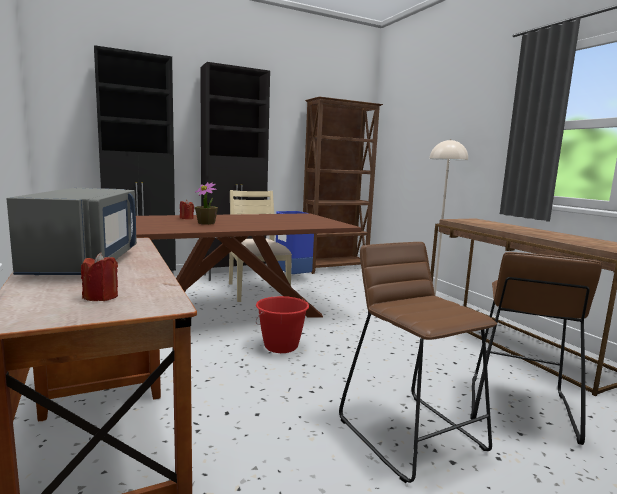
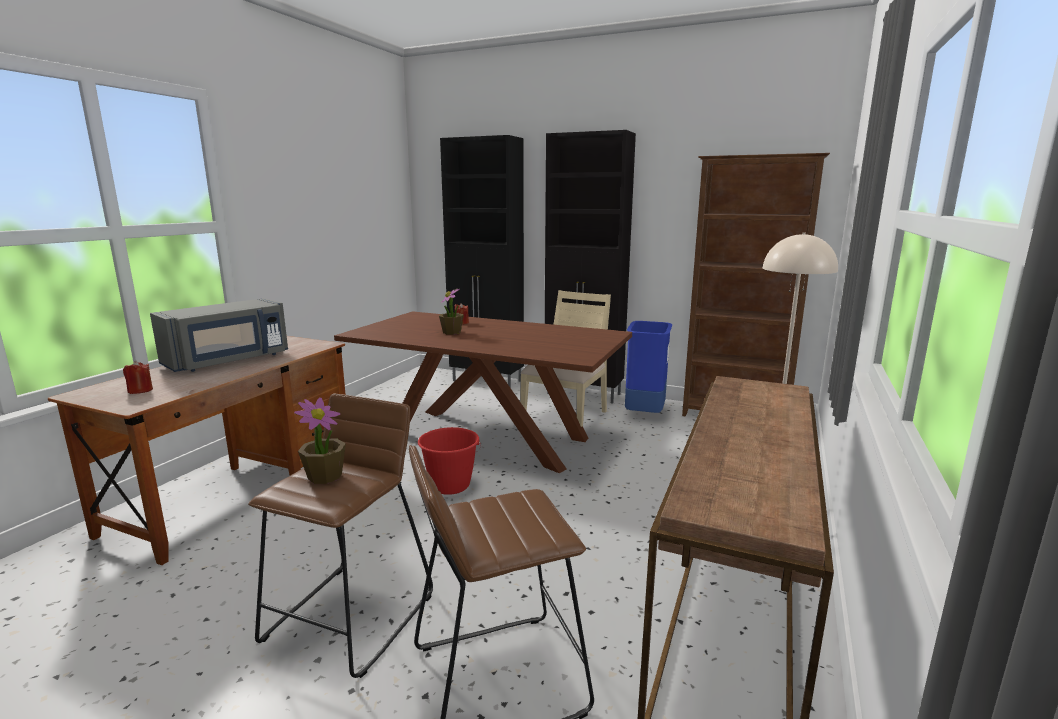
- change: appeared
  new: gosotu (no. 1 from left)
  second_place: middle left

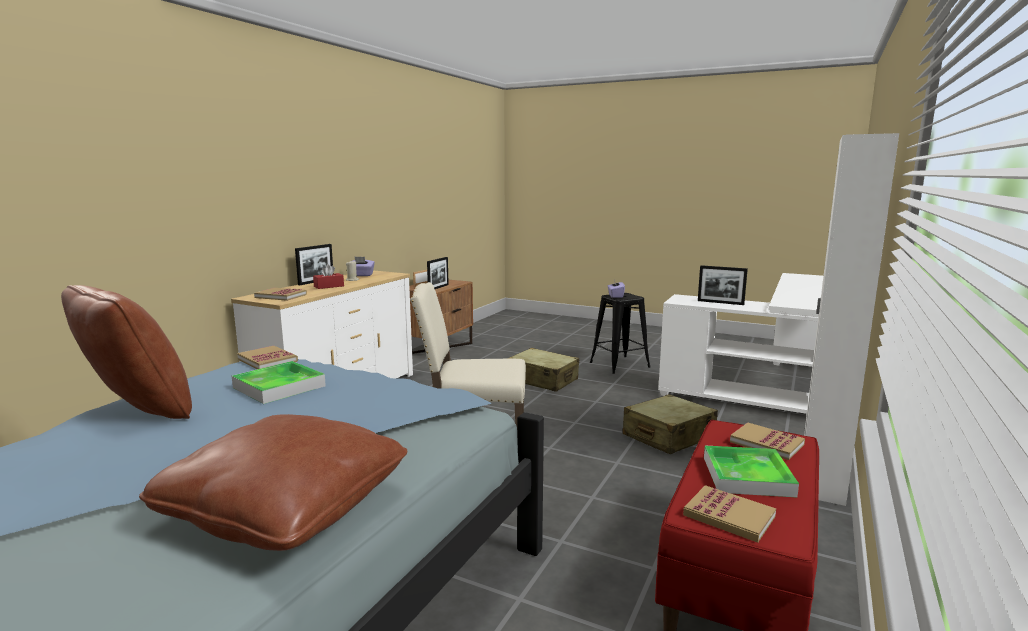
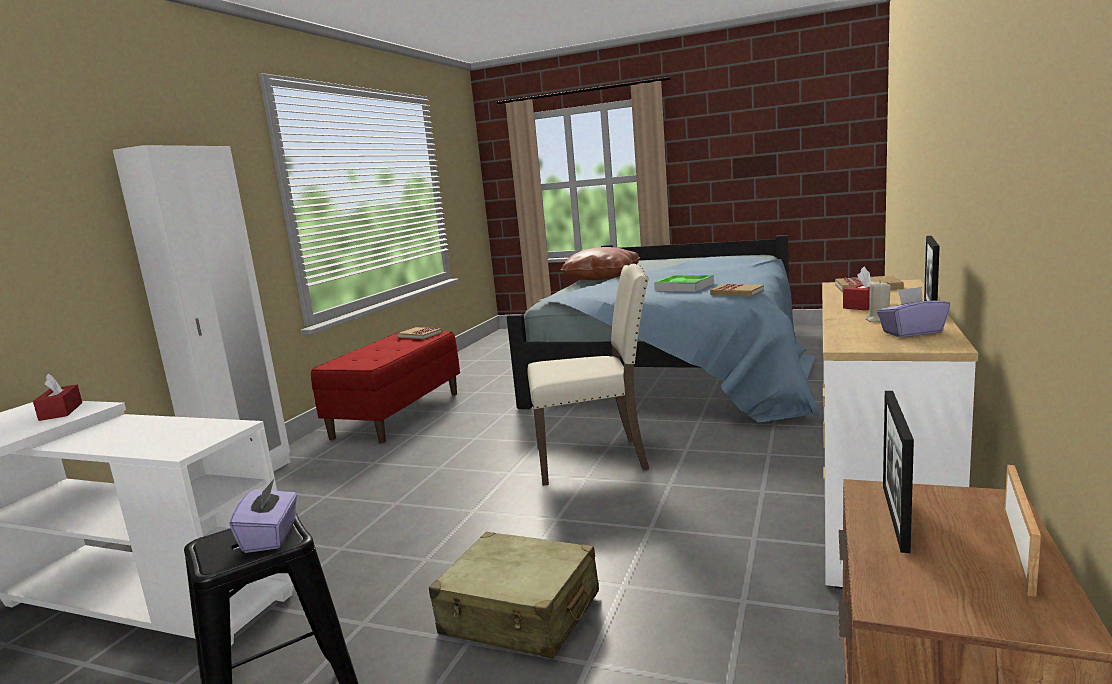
- change: missing
  old: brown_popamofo (no. 1 from left)
  first_place: middle left
- change: missing
  old: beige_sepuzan (no. 2 from left)
  first_place: bottom centre
- change: missing
  old: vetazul (no. 4 from left)
  first_place: middle right
- change: missing
  old: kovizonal (no. 2 from left)
  first_place: bottom right
- change: missing
  old: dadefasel (no. 4 from left)
  first_place: bottom right
- change: appeared
  new: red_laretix (no. 1 from left)
  second_place: middle left

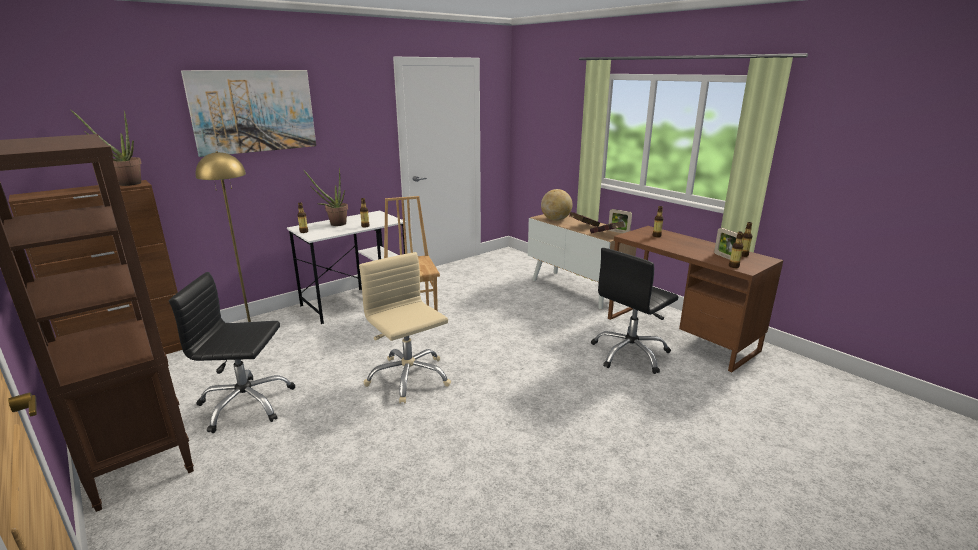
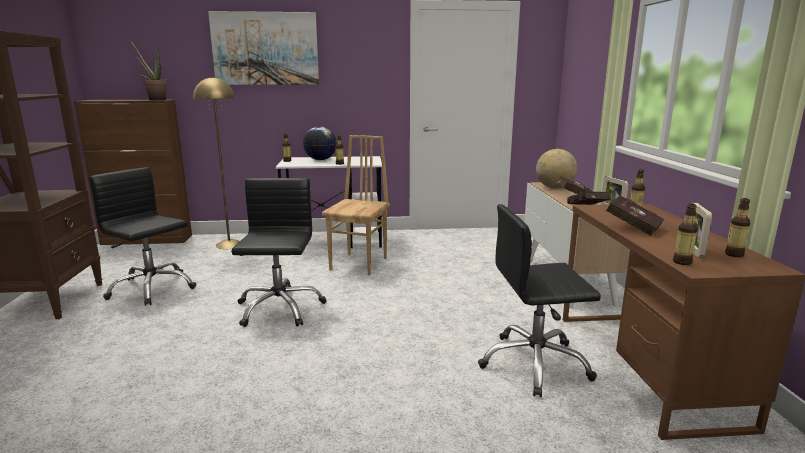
- change: exchanged
  old: gosotu (no. 2 from left)
  new: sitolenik (no. 1 from left)
  first_place: centre
  second_place: top centre
- change: colour
  old: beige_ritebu
  new: black_ritebu (no. 2 from left)
  first_place: centre
  second_place: centre
- change: appeared
  new: red_dadefasel (no. 3 from left)
  second_place: middle right

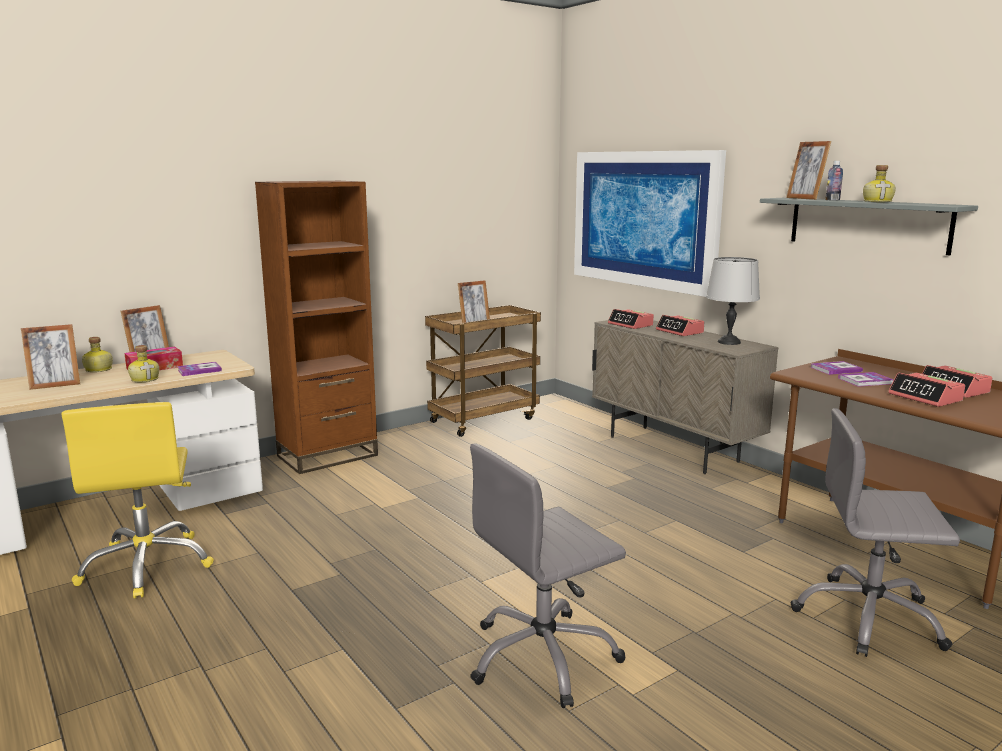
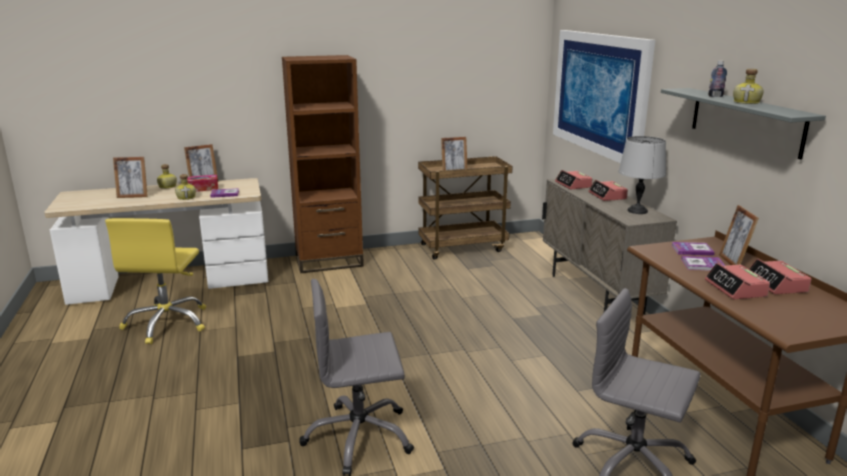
- change: relocated
  old: vetazul (no. 4 from left)
  first_place: top right
  second_place: middle right

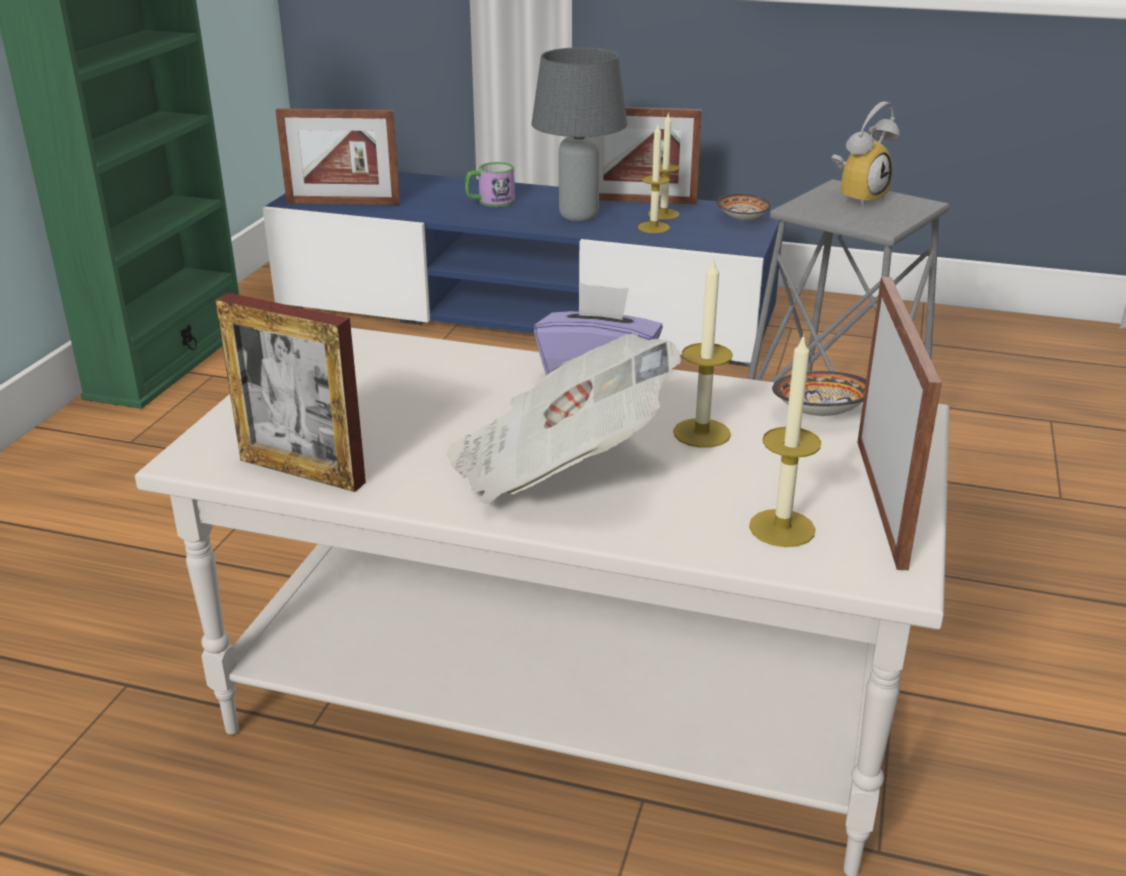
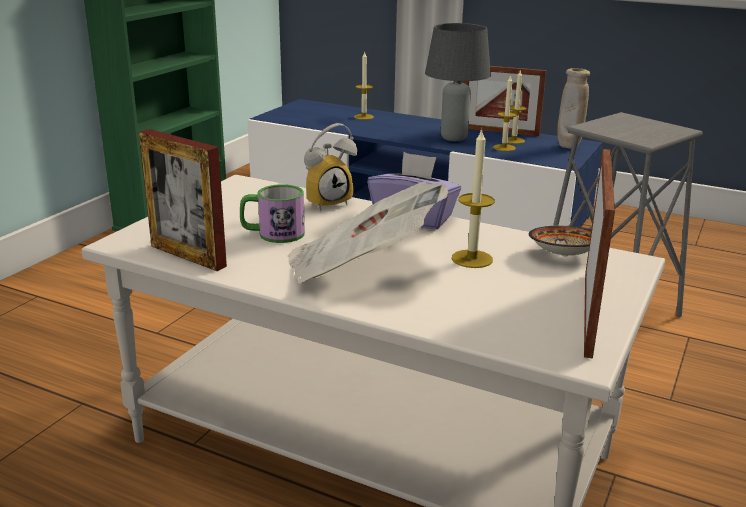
- change: missing
  old: vetazul (no. 2 from left)
  first_place: top left
- change: relocated
  old: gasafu
  first_place: top centre
  second_place: centre
- change: exchanged
  old: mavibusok (no. 1 from left)
  new: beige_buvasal
  first_place: top centre
  second_place: top right
- change: relocated
  old: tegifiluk (no. 4 from left in the first image)
  new: tegifiluk (no. 1 from left)
  first_place: middle right
  second_place: top centre
- change: relocated
  old: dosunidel
  first_place: top right
  second_place: top centre

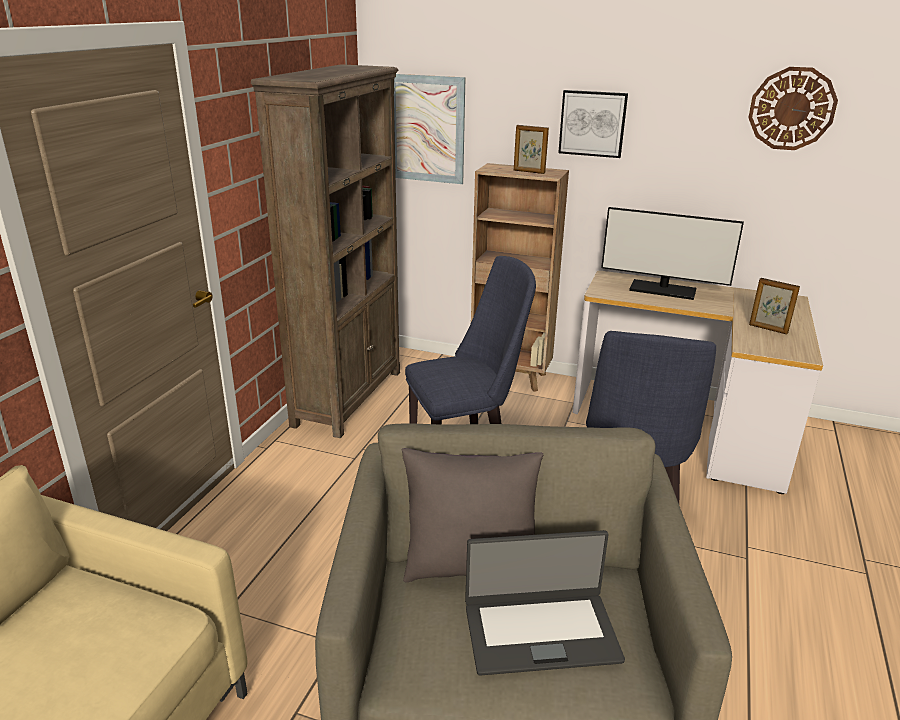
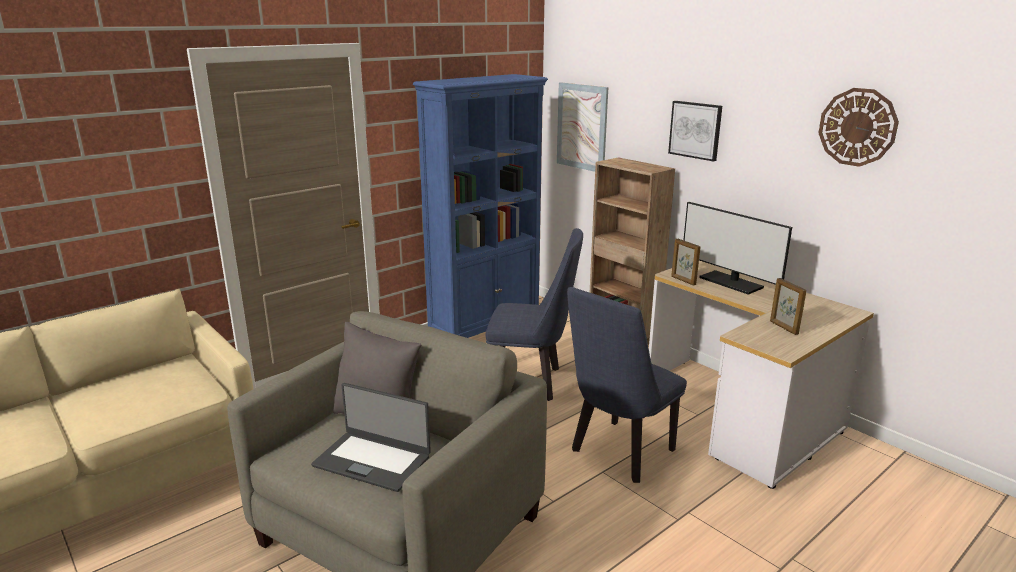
- change: colour
  old: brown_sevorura (no. 1 from left)
  new: blue_sevorura
  first_place: centre
  second_place: centre
- change: relocated
  old: vetazul (no. 1 from left)
  first_place: top centre
  second_place: middle right

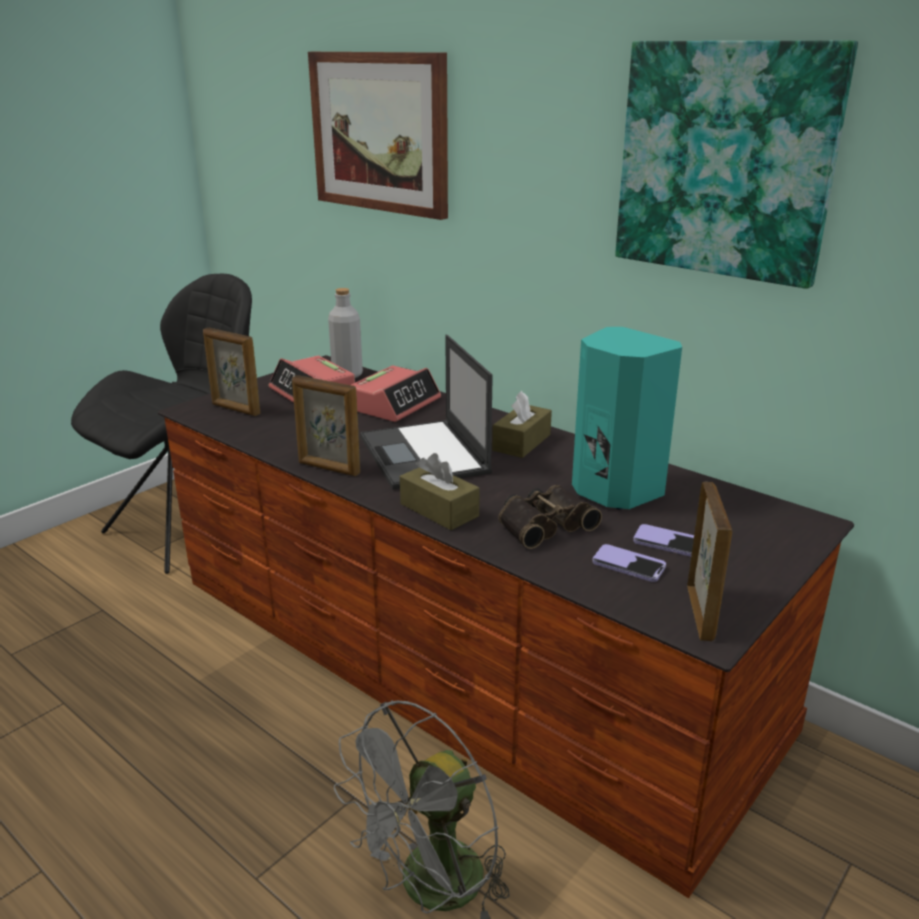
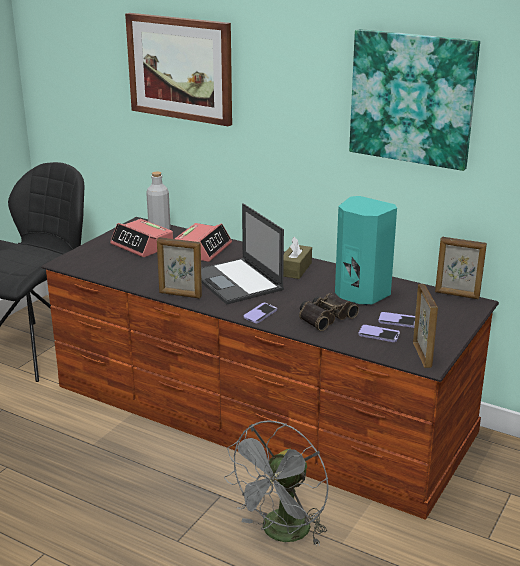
- change: relocated
  old: vetazul (no. 1 from left in the first image)
  new: vetazul (no. 3 from left)
  first_place: middle left
  second_place: middle right
- change: exchanged
  old: brown_laretix (no. 1 from left)
  new: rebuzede (no. 1 from left)
  first_place: centre
  second_place: centre

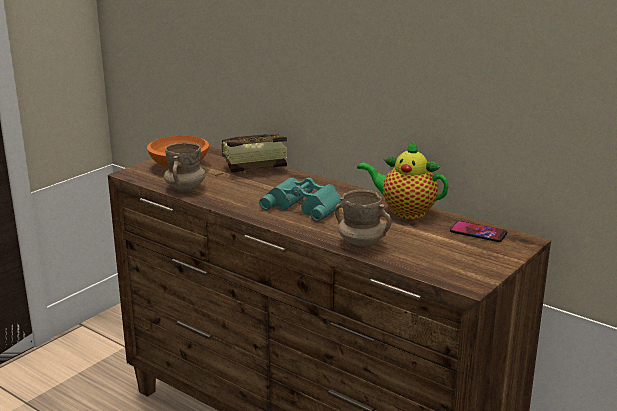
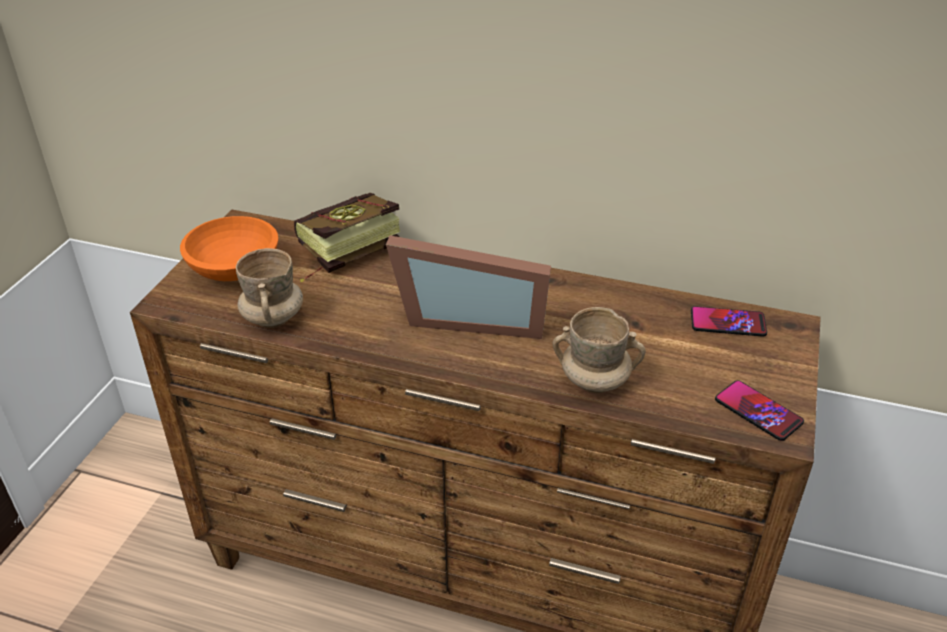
- change: exchanged
  old: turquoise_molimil
  new: vetazul
  first_place: centre
  second_place: centre
- change: missing
  old: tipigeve
  first_place: centre
- change: appeared
  new: rebuzede (no. 2 from left)
  second_place: middle right

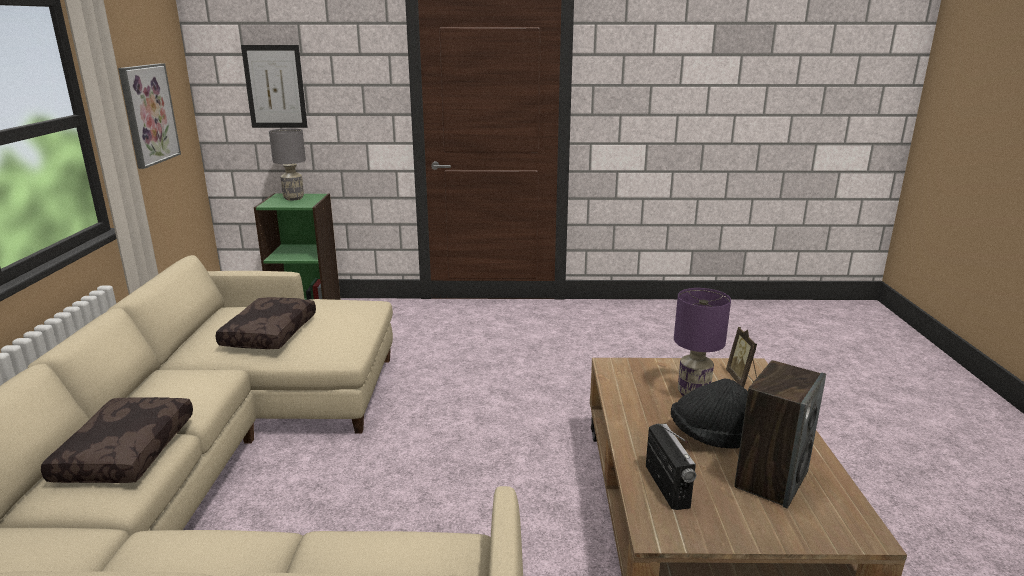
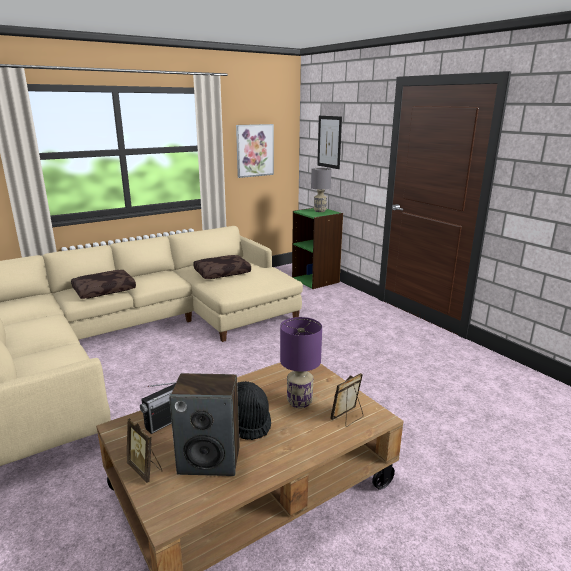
- change: appeared
  new: vetazul (no. 1 from left)
  second_place: bottom left

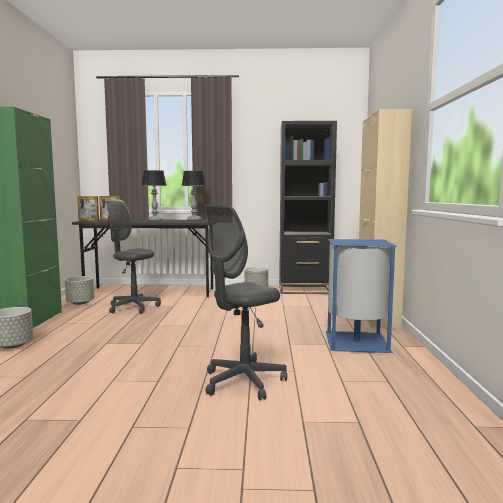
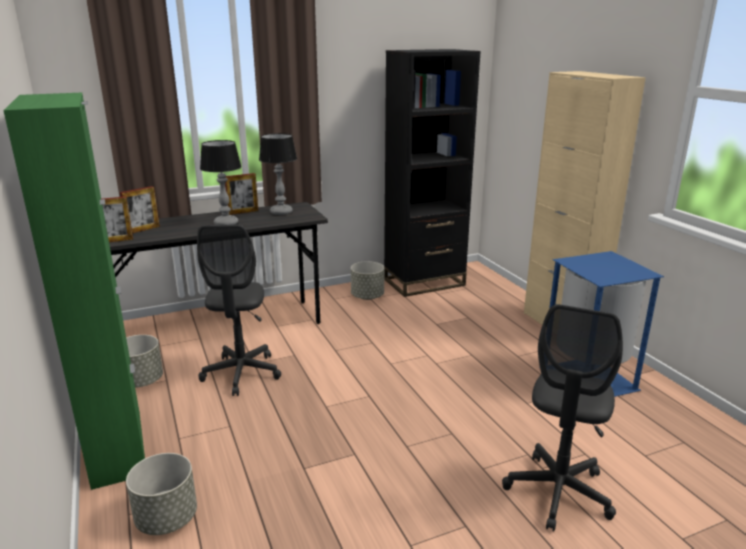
- change: spun
  old: grey_ritebu (no. 1 from left)
  first_place: middle left
  second_place: middle left
  degrees: -90
- change: appeared
  new: vetazul (no. 3 from left)
  second_place: middle left

